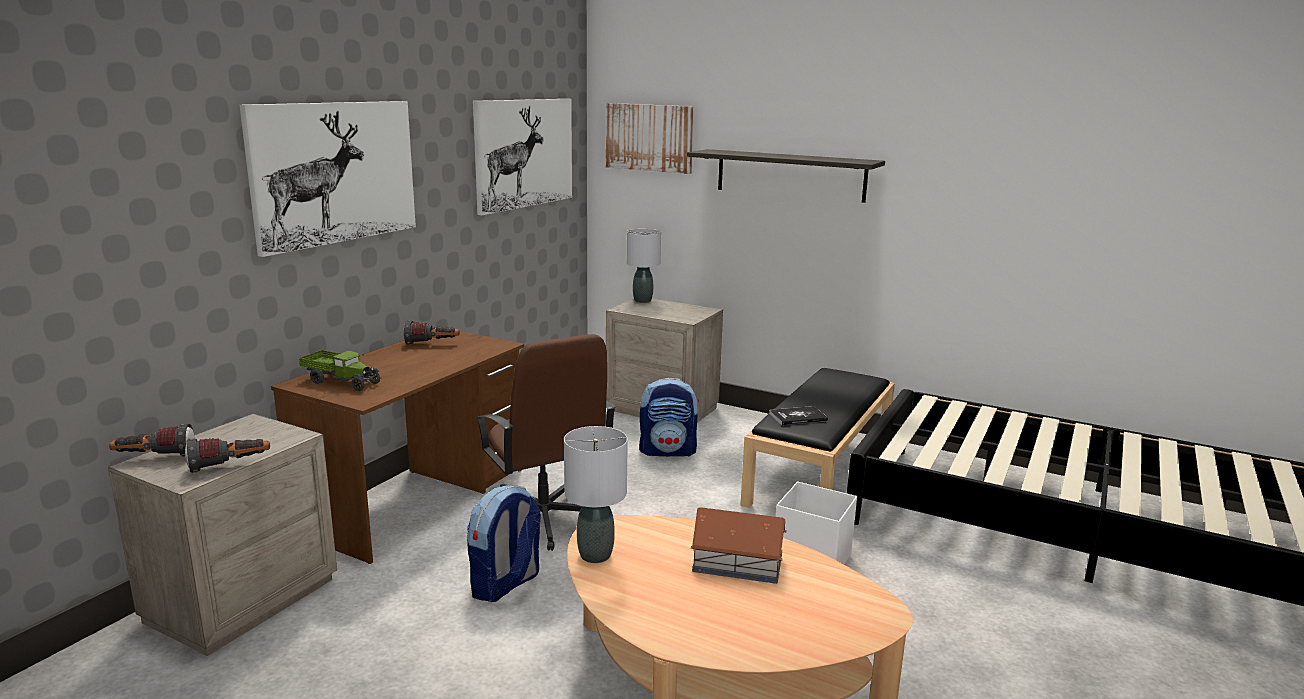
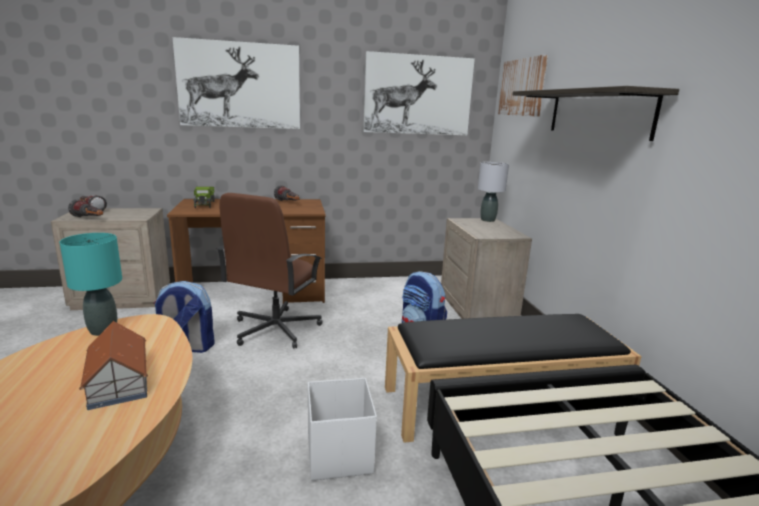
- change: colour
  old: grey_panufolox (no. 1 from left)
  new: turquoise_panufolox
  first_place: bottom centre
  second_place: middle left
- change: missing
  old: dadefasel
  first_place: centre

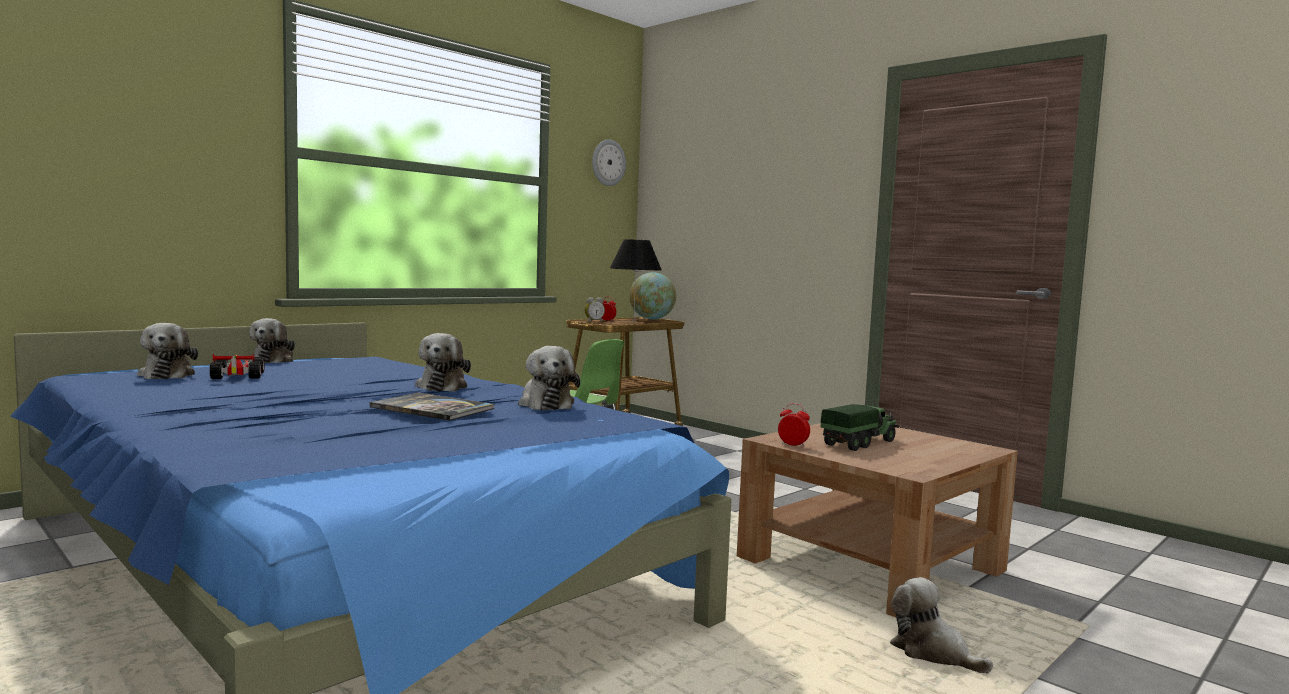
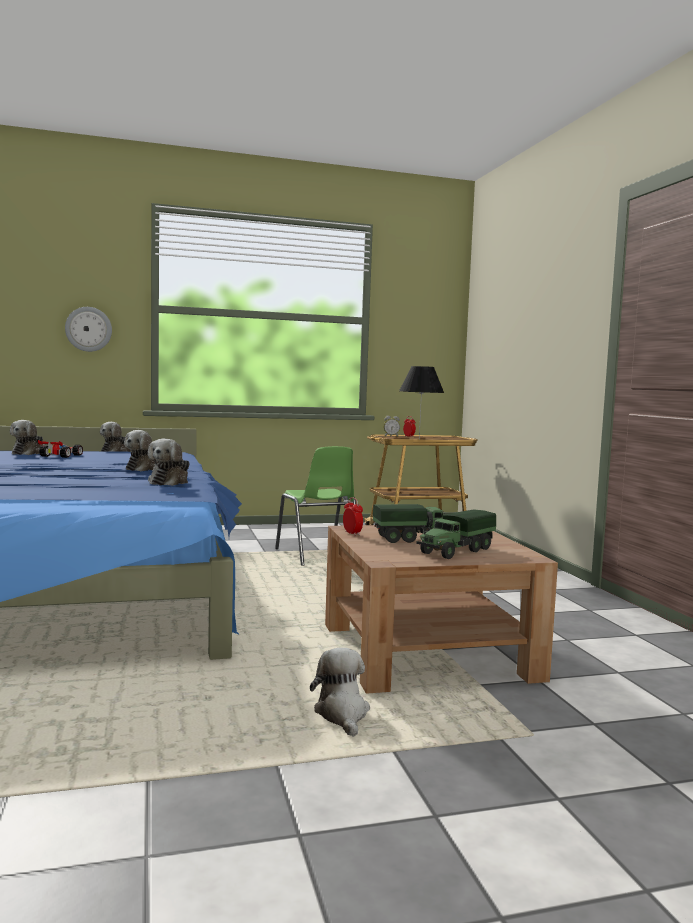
- change: missing
  old: dadefasel
  first_place: centre
- change: relocated
  old: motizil
  first_place: top centre
  second_place: middle left
- change: missing
  old: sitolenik
  first_place: centre
- change: appeared
  new: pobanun (no. 2 from left)
  second_place: centre

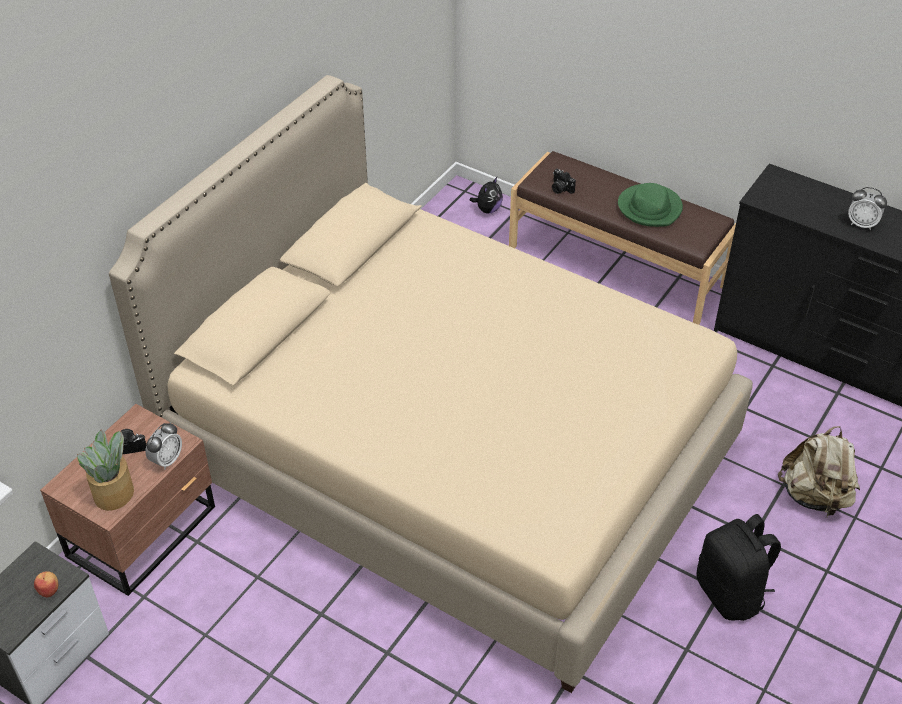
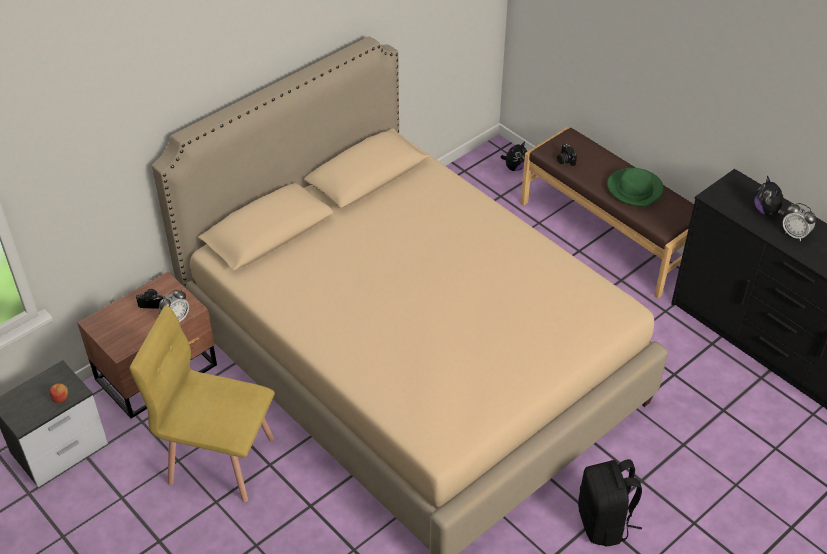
- change: missing
  old: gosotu
  first_place: bottom left
- change: missing
  old: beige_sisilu
  first_place: bottom right
- change: appeared
  new: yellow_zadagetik
  second_place: bottom left
- change: appeared
  new: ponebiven (no. 2 from left)
  second_place: middle right

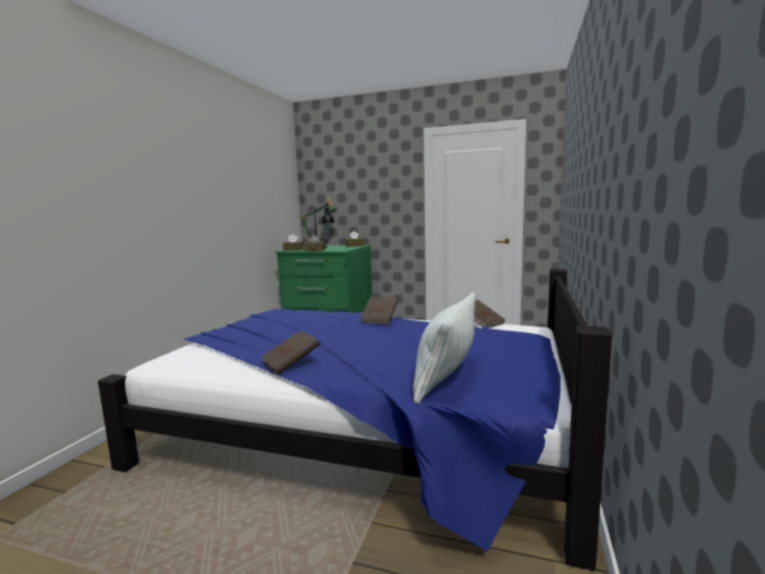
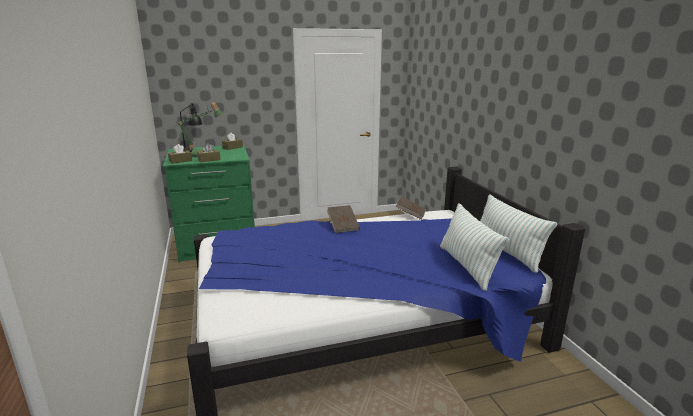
- change: missing
  old: brown_dadefasel (no. 1 from left)
  first_place: centre
- change: appeared
  new: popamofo (no. 2 from left)
  second_place: middle right

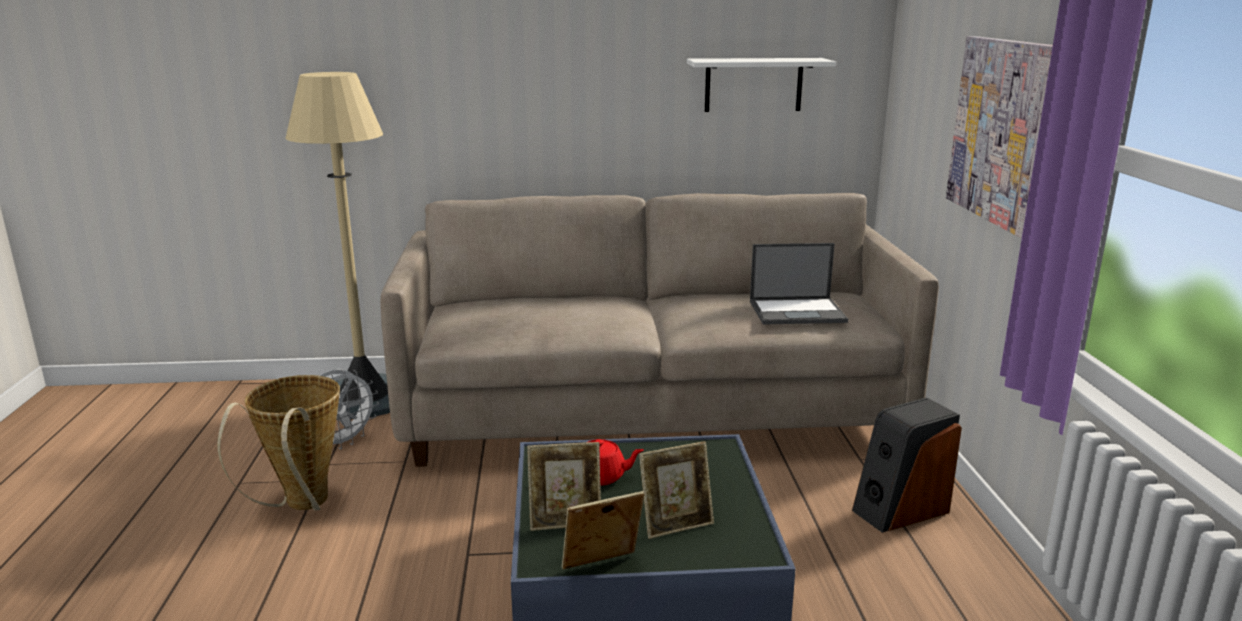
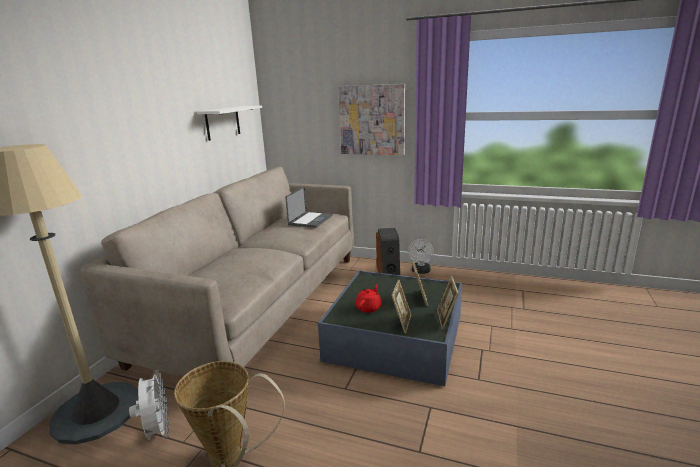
- change: appeared
  new: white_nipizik (no. 2 from left)
  second_place: centre

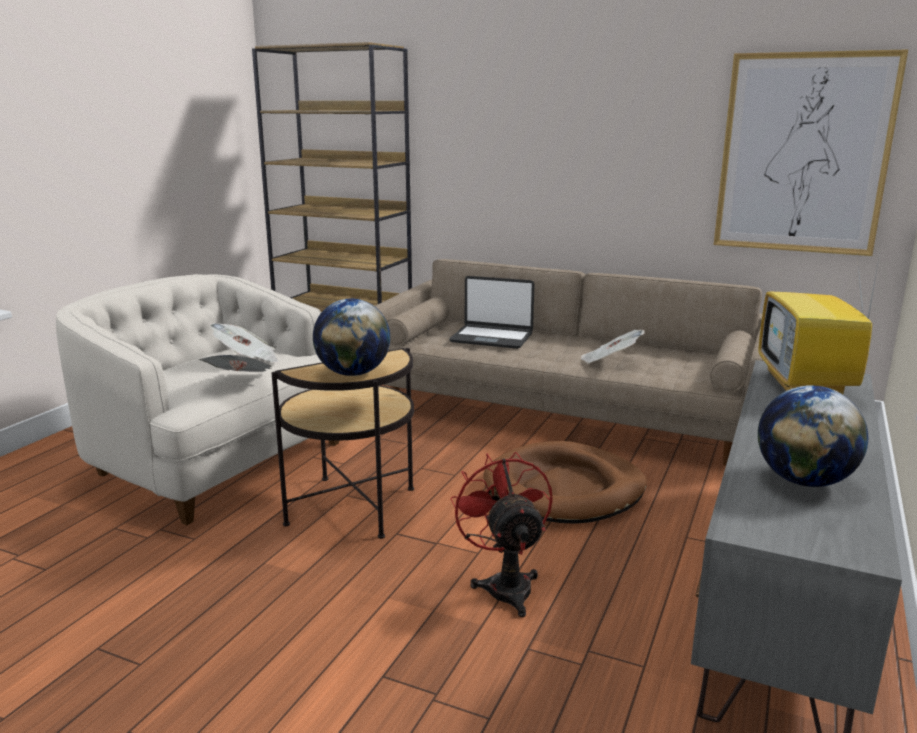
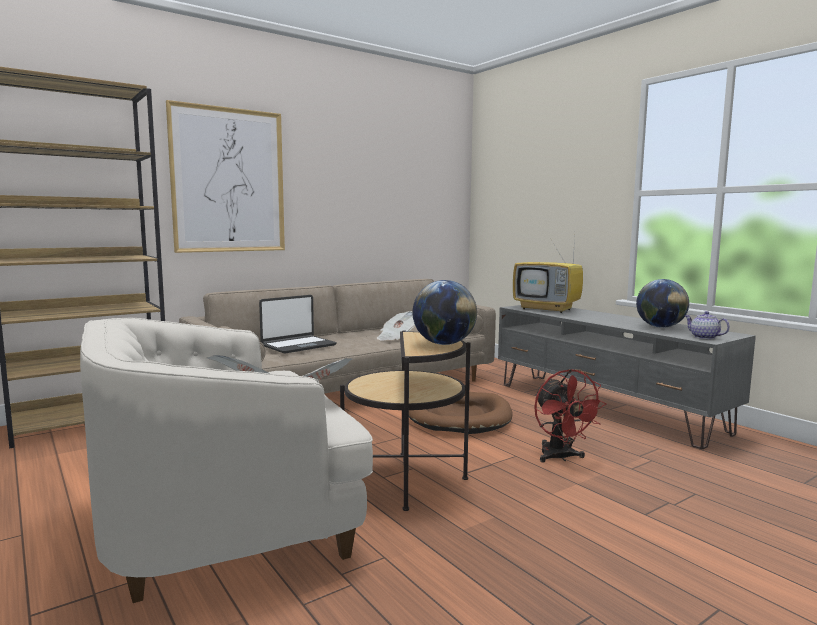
- change: spun
  old: red_nipizik
  first_place: bottom centre
  second_place: middle right
  degrees: -120
- change: relocated
  old: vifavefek
  first_place: top right
  second_place: top left
- change: appeared
  new: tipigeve
  second_place: middle right

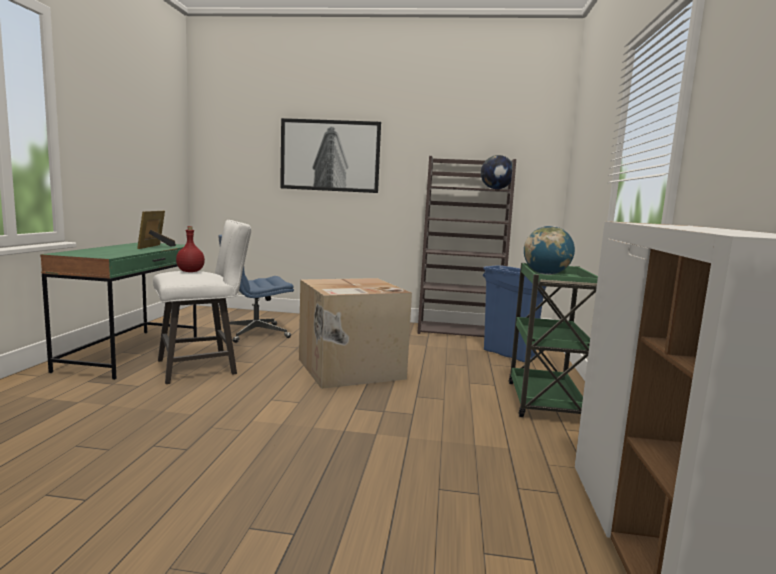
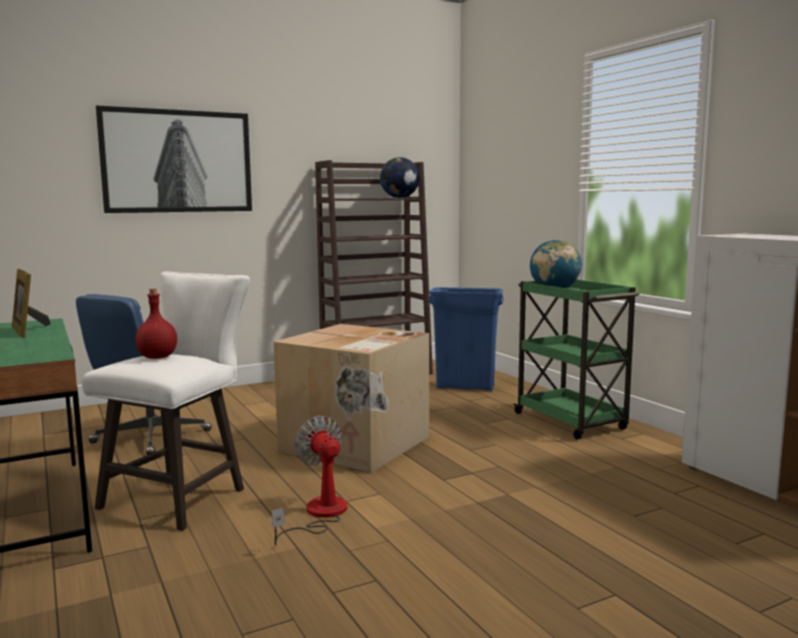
- change: appeared
  new: nipizik
  second_place: bottom centre

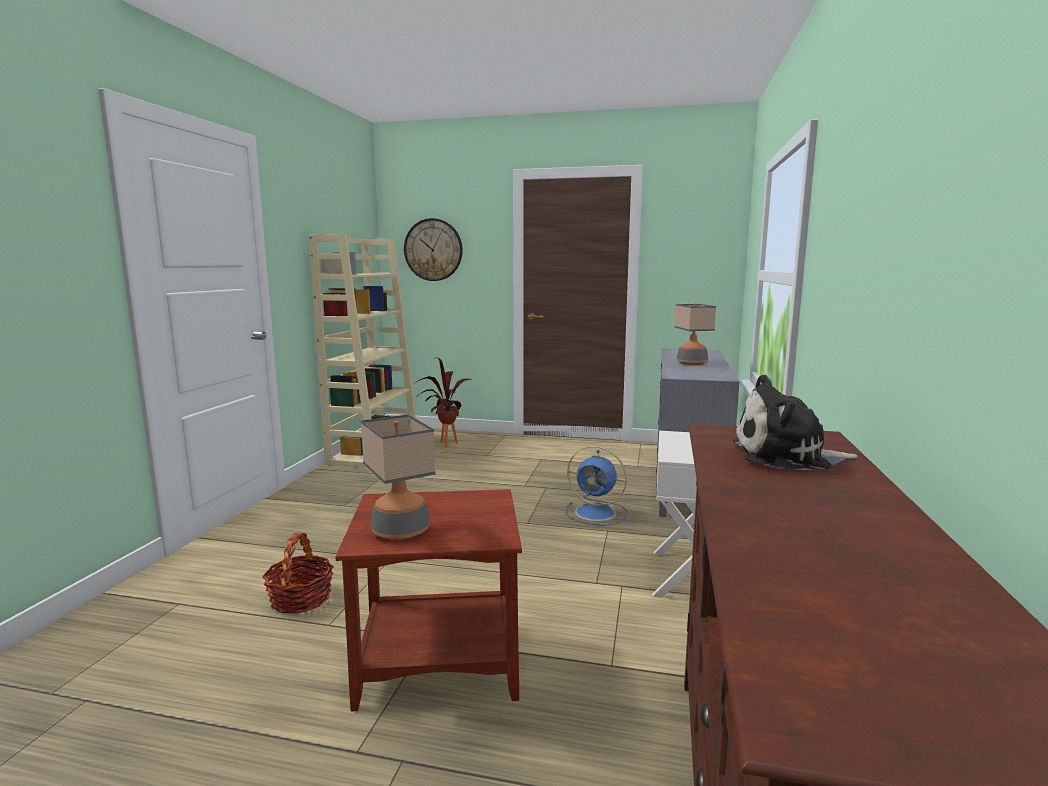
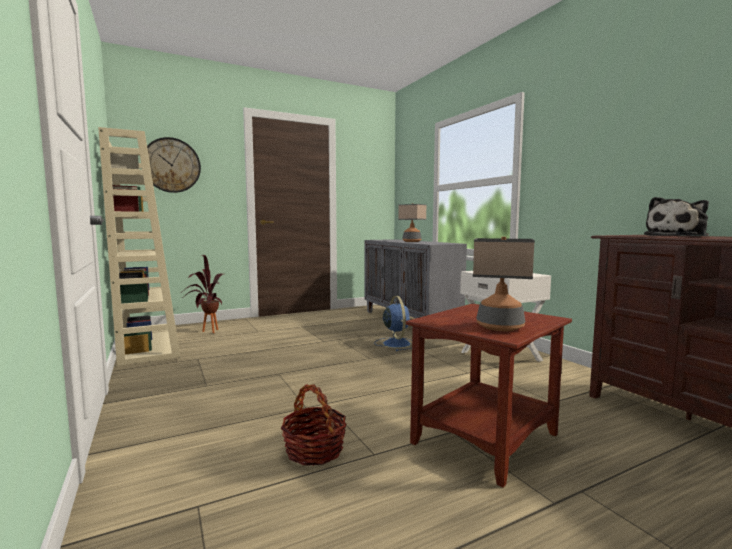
- change: spun
  old: blue_nipizik
  first_place: centre
  second_place: centre
  degrees: -90

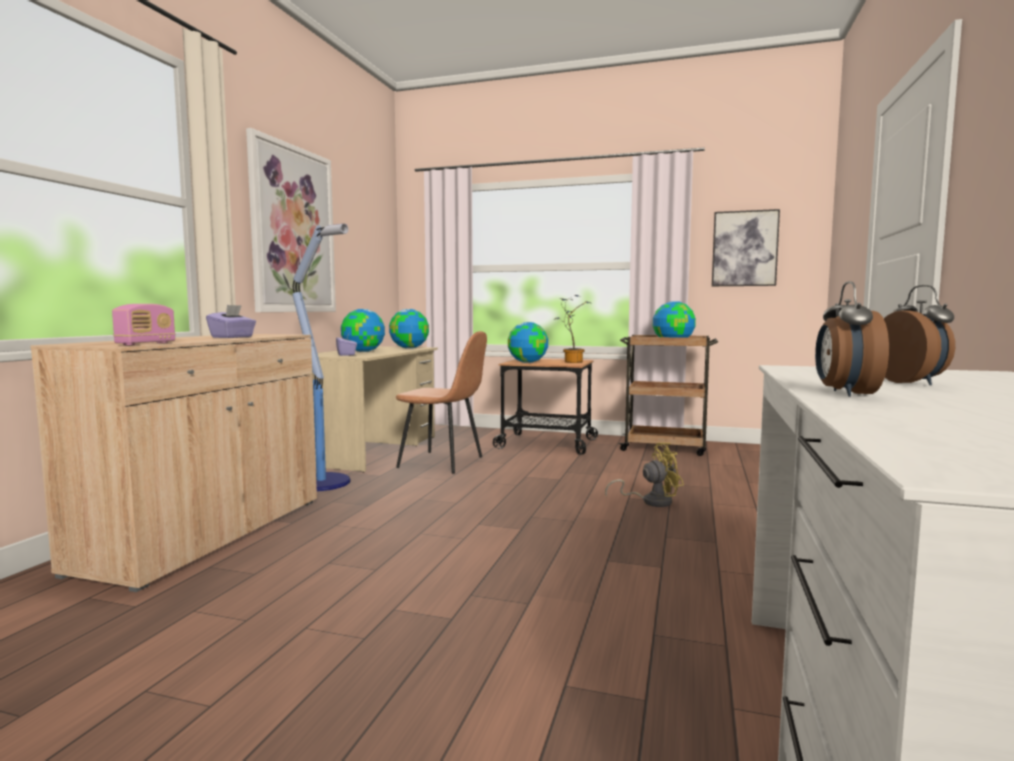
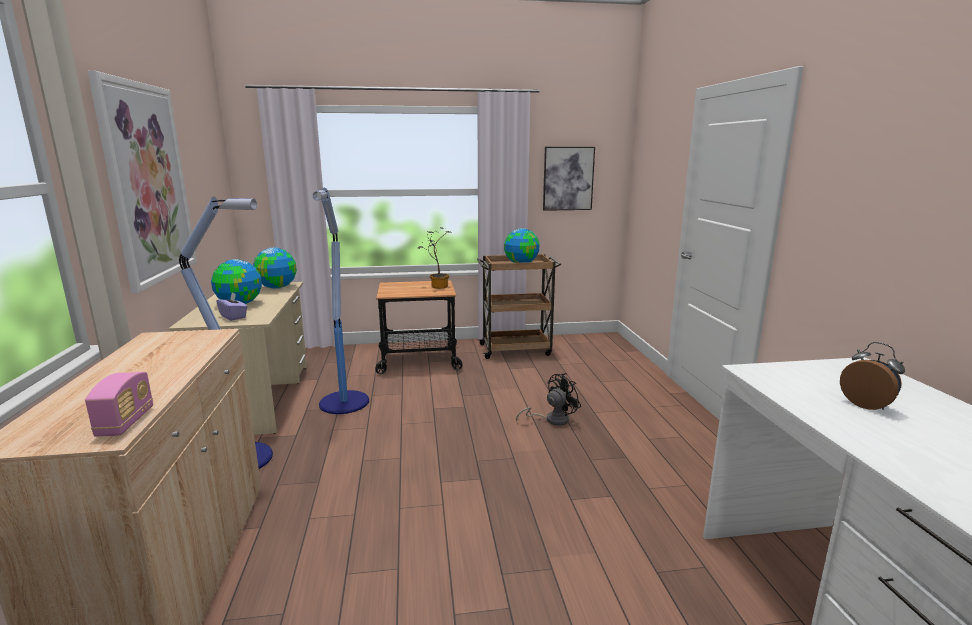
- change: missing
  old: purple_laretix (no. 1 from left)
  first_place: middle left
- change: exchanged
  old: brown_zadagetik
  new: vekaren (no. 2 from left)
  first_place: centre
  second_place: centre
- change: missing
  old: sitolenik (no. 3 from left)
  first_place: centre
- change: colour
  old: yellow_nipizik
  new: black_nipizik
  first_place: centre
  second_place: centre
- change: missing
  old: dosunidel (no. 1 from left)
  first_place: middle right

